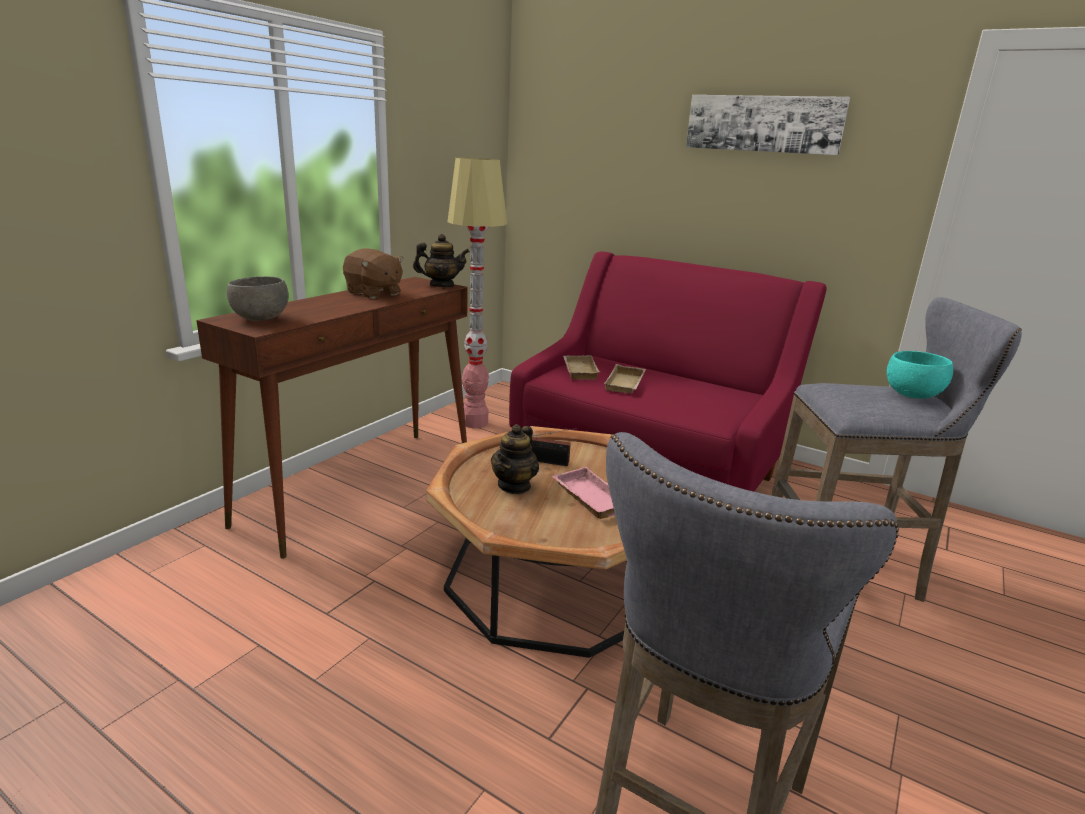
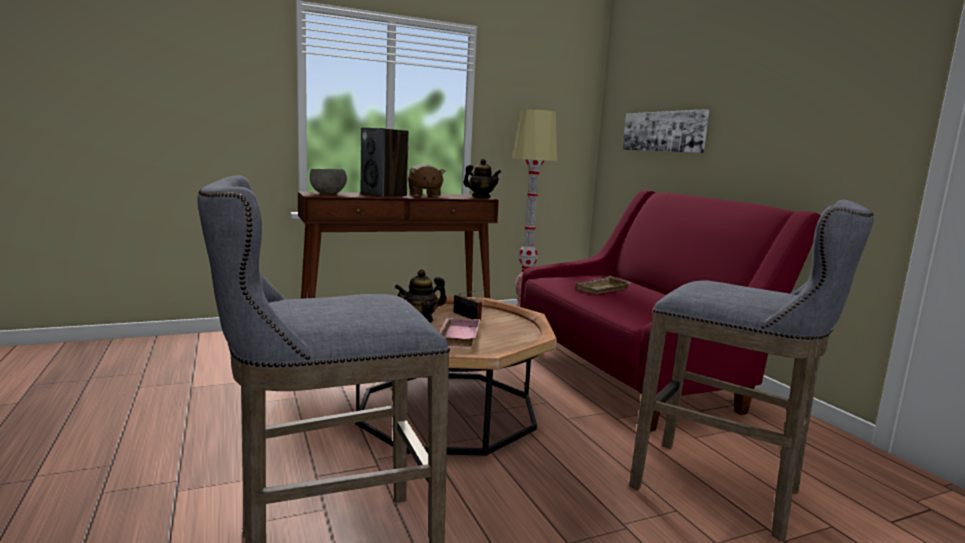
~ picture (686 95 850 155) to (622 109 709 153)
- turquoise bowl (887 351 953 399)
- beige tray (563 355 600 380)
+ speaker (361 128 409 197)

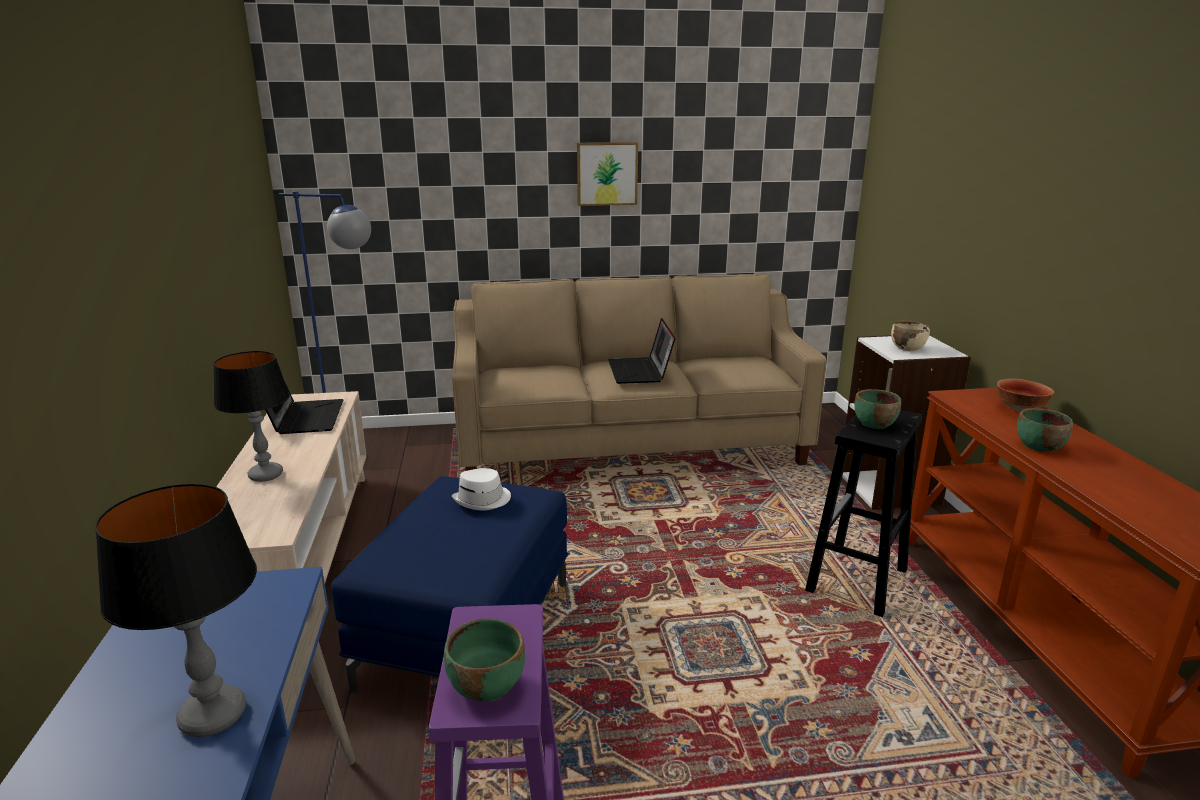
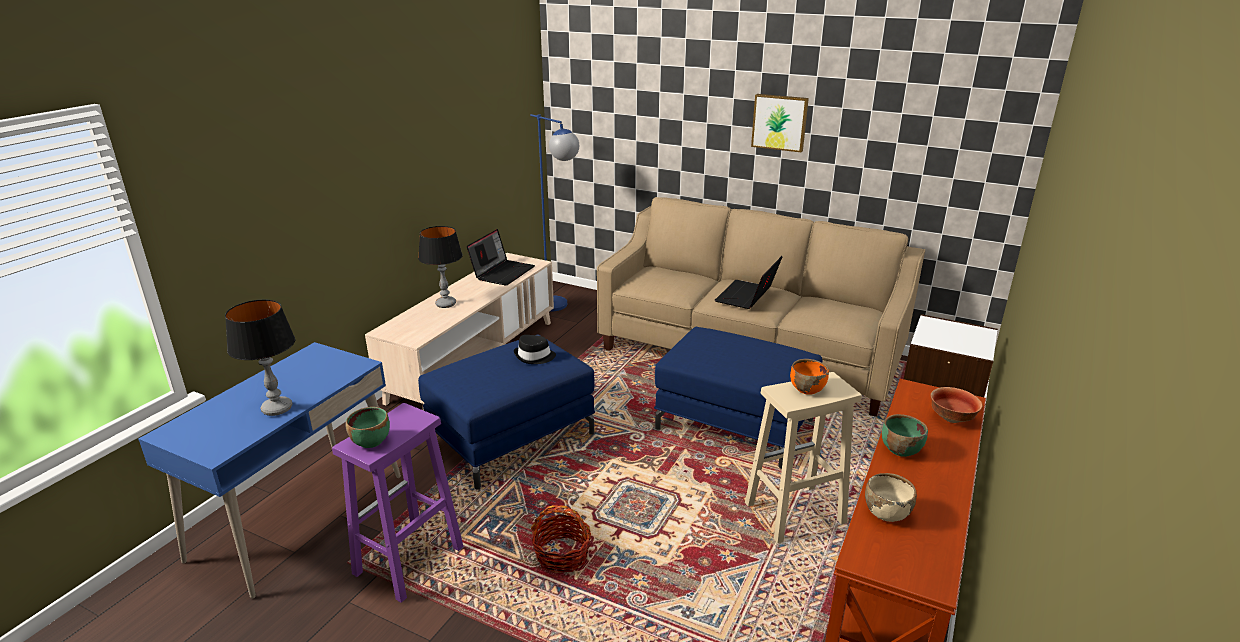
~ beige bowl (891 320 930 351) to (865 473 917 522)
~ green bowl (854 389 901 429) to orange bowl (790 359 829 395)
~ black stool (805 410 922 617) to beige stool (745 372 862 543)
~ white hat (452 468 511 510) to black hat (514 335 556 364)
+ blue ottoman (654 326 822 469)
+ basket (531 505 591 573)

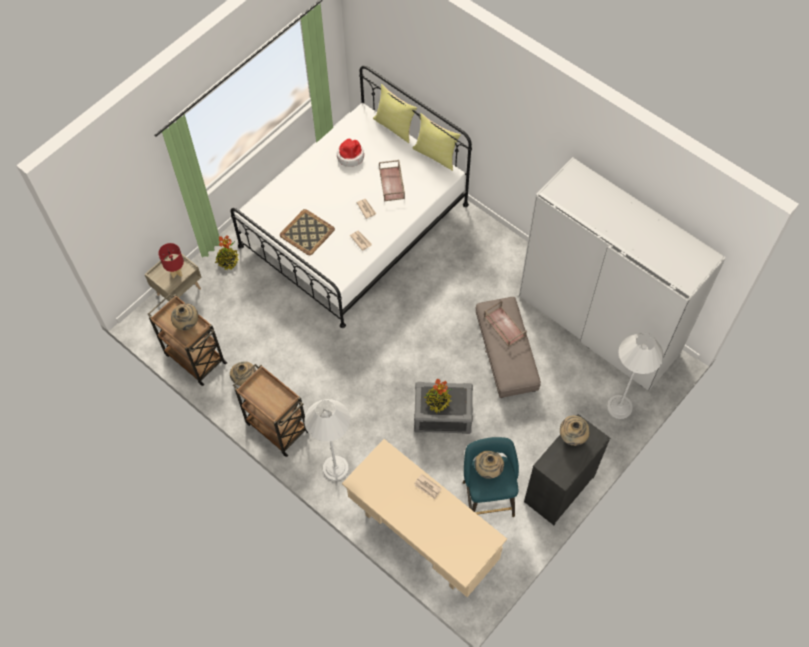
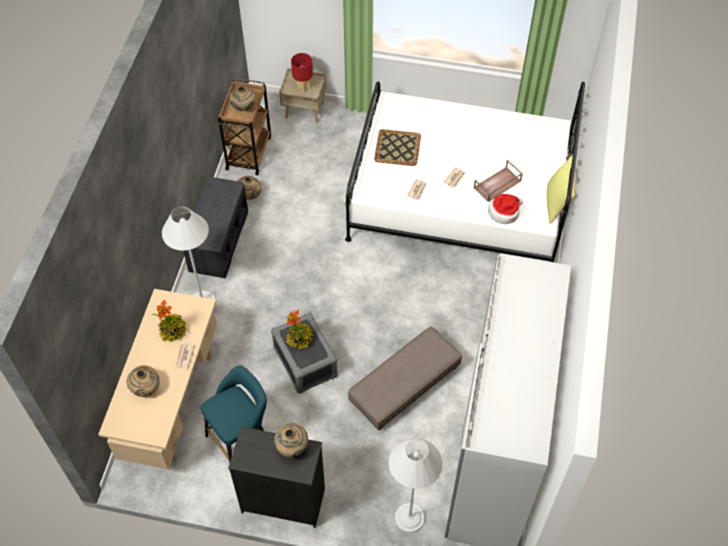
- yellow pillow (373 84 417 143)
~ hat (337 138 364 167) to (488 194 523 224)
~ potted plant (215 236 239 270) to (152 300 186 342)
- brown tray (484 301 527 347)
~ brown cart (233 364 309 457) to grey bench (183 177 248 278)
~ beige vase (475 451 504 479) to (127 365 160 397)

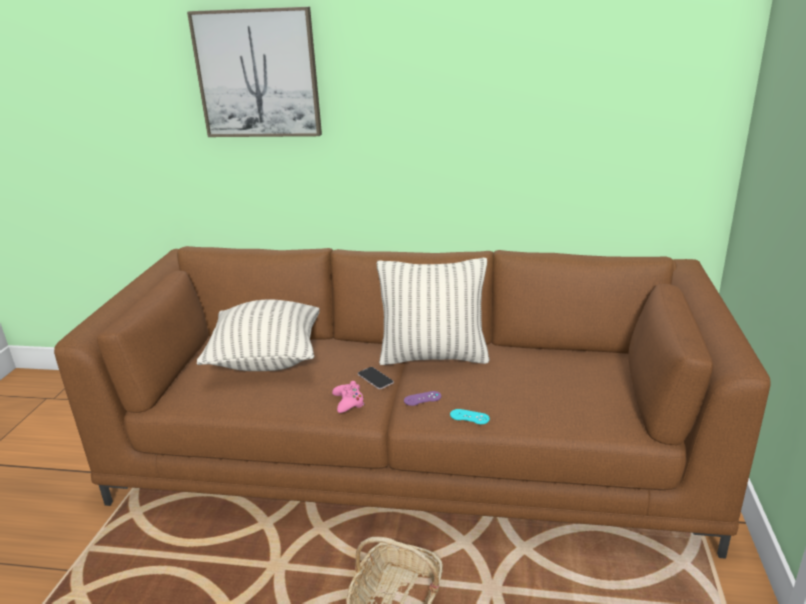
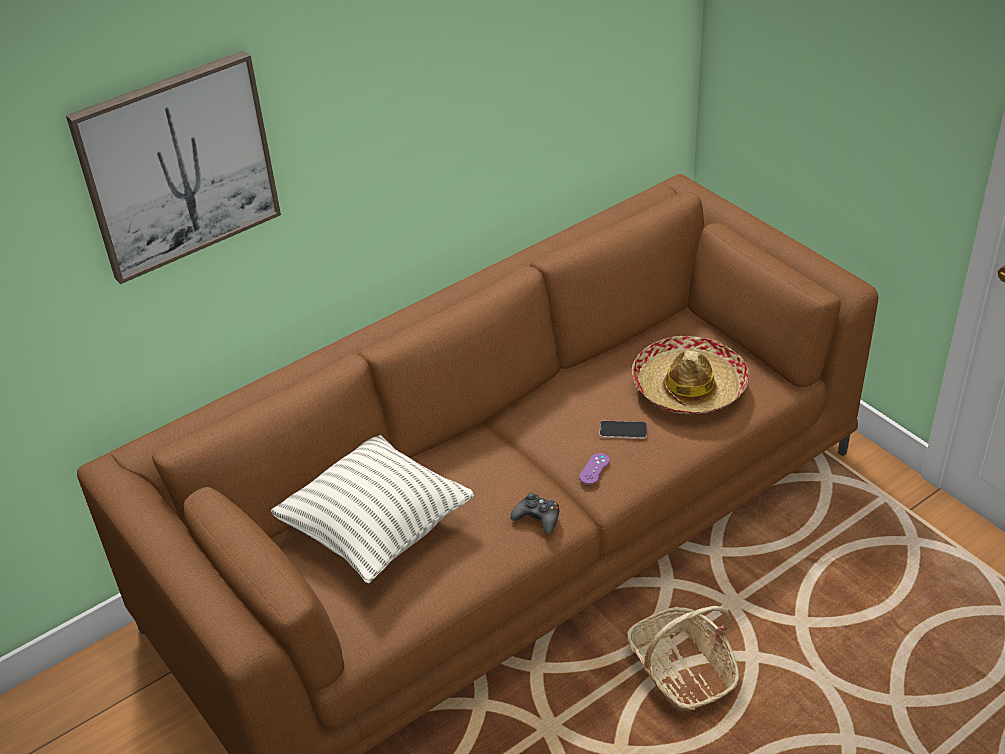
- pillow (377 258 490 365)
~ phone (358 367 394 389) to (600 421 647 439)
~ pink game controller (332 381 365 413) to black game controller (511 493 559 534)
- turquoise game controller (450 409 490 424)
+ hat (632 336 749 415)

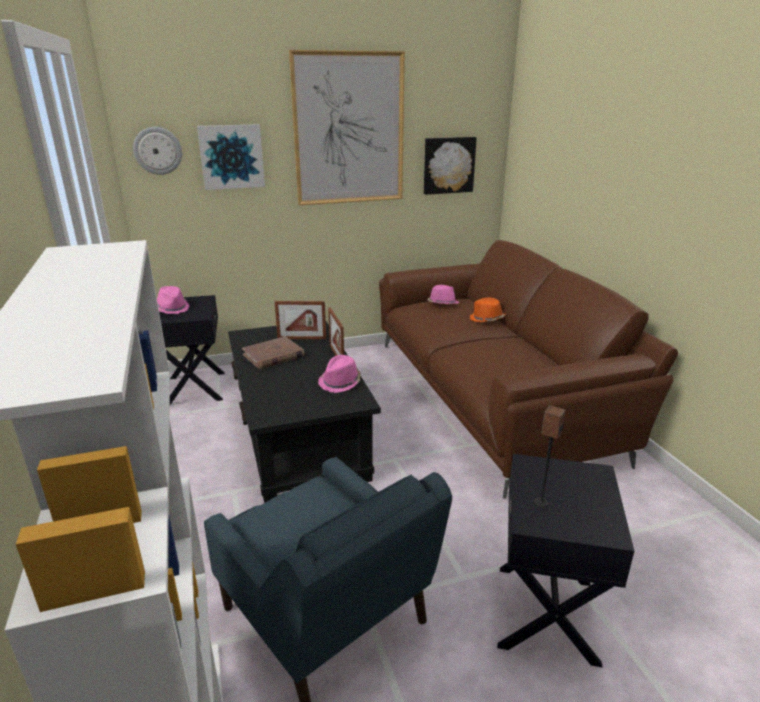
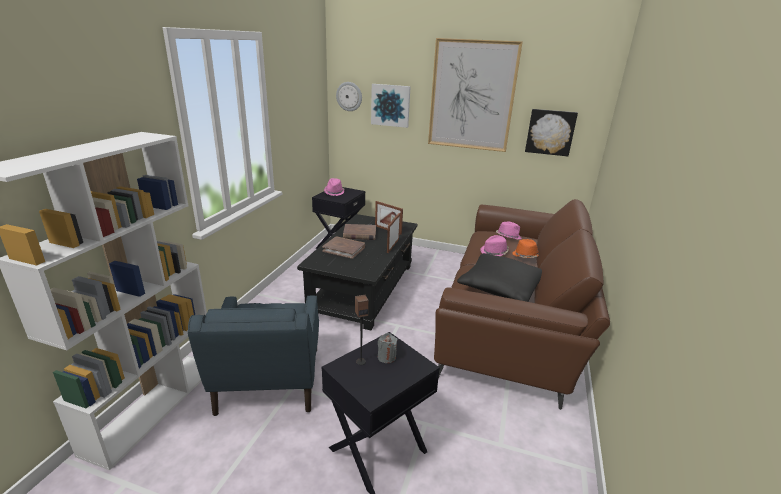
~ pink hat (318 355 361 393) to (480 235 509 256)
+ brown book (322 236 365 259)
+ black pillow (457 253 542 302)
+ grey candle (378 333 398 363)

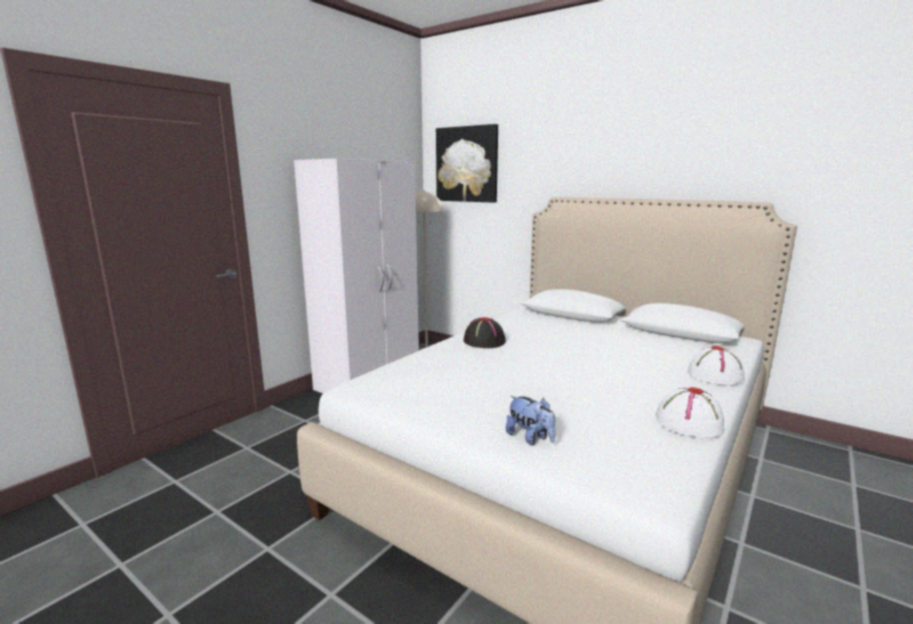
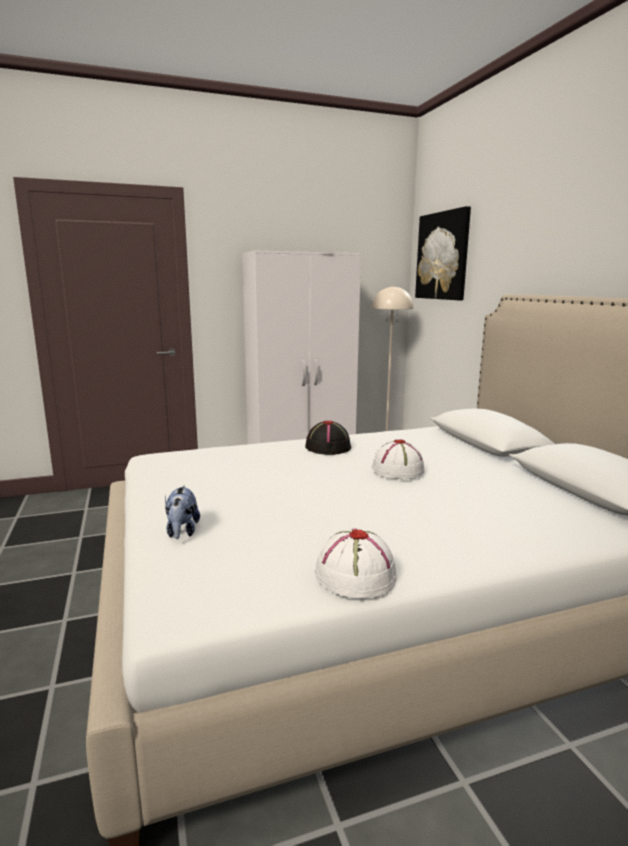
~ white hat (688 346 745 385) to (372 439 425 479)

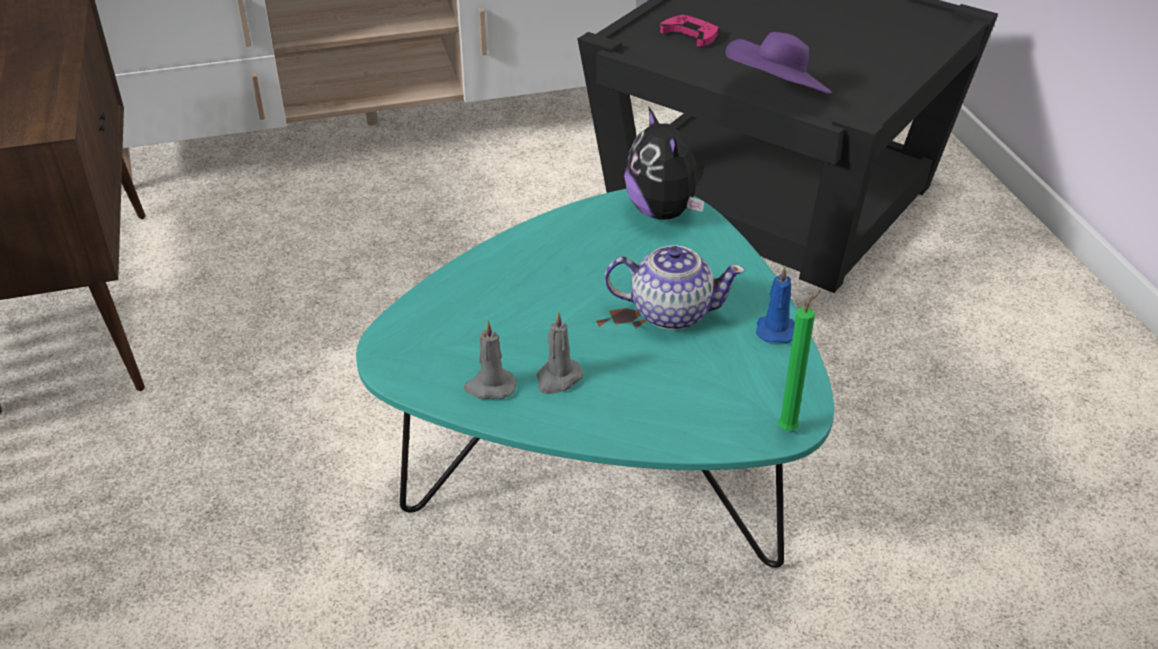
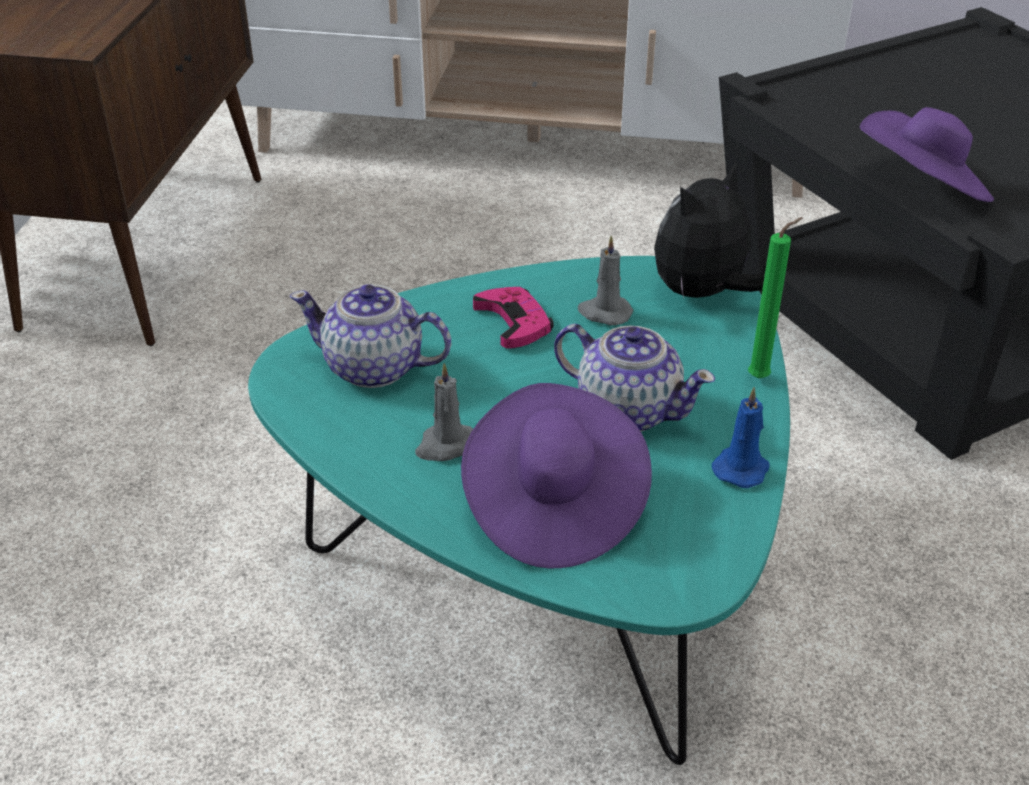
~ pink game controller (660 15 719 47) to (473 287 554 349)
~ plush toy (624 106 704 220) = (654 161 765 299) 45 degrees clockwise
~ green candle (778 290 820 431) to (748 217 803 378)
~ grey candle (463 321 516 399) to (578 236 633 326)
+ teapot (290 284 451 388)
+ purple hat (461 383 652 568)

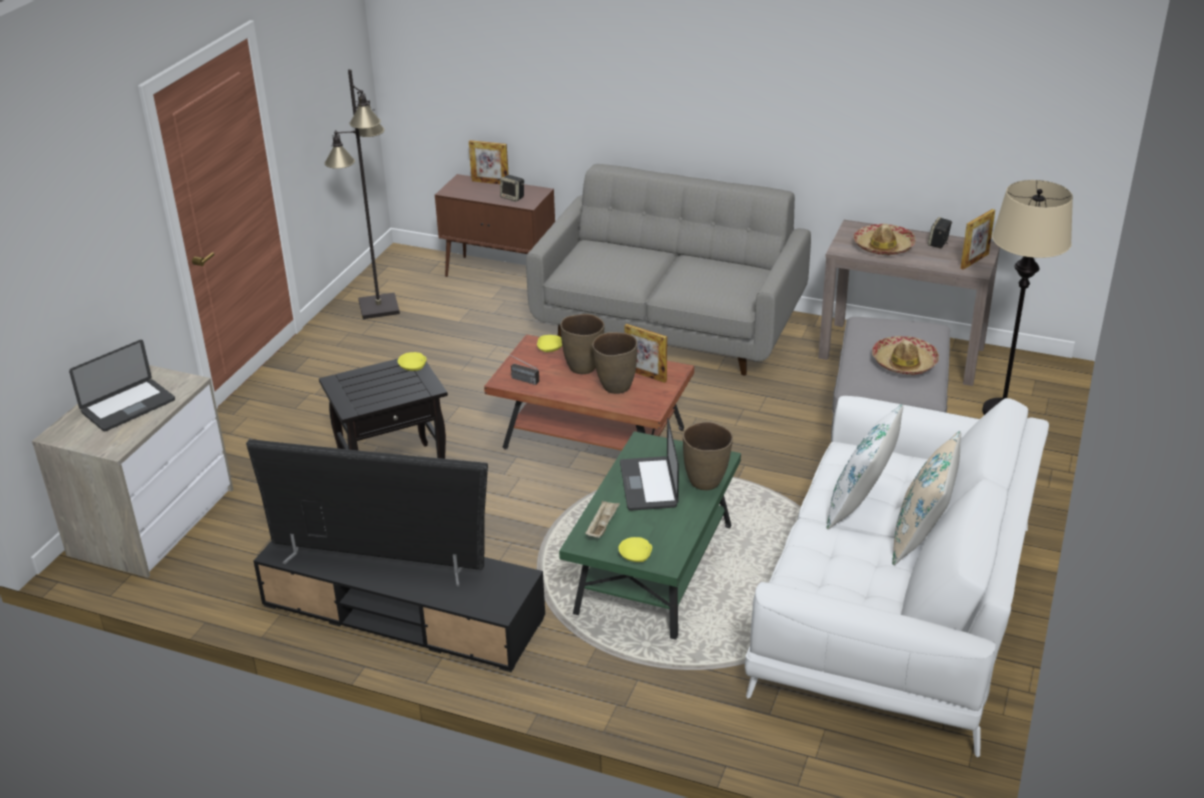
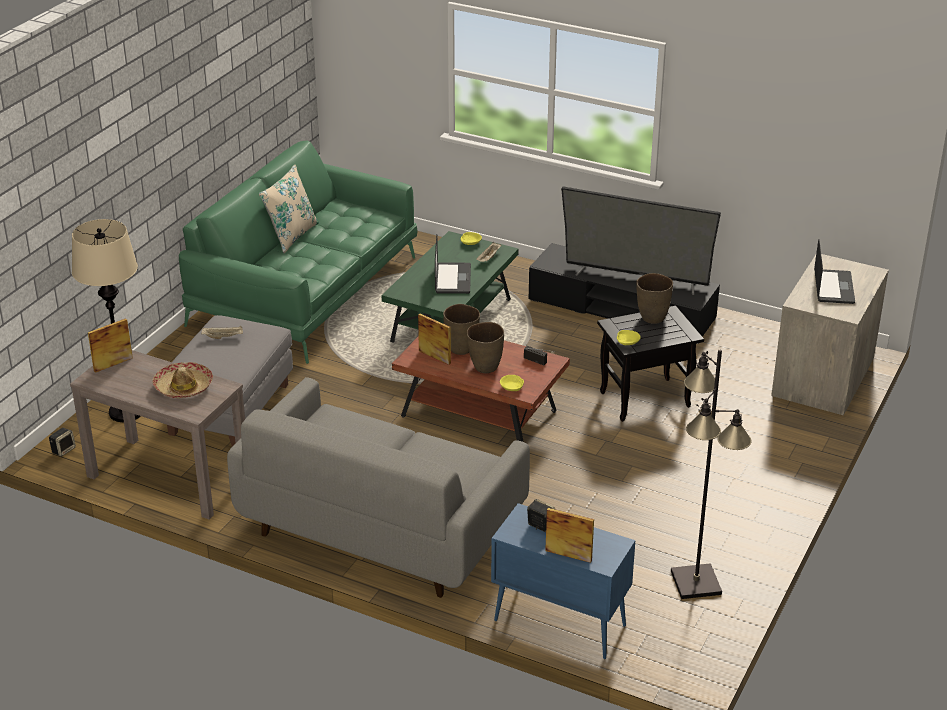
~ brown cabinet (435 174 555 277) to blue cabinet (491 503 635 659)
~ speaker (928 217 952 248) to (49 428 76 457)
~ hat (872 336 939 375) to beige tray (201 326 243 339)
~ laptop (69 340 175 431) = (814 239 855 304) 135 degrees clockwise
~ white sofa (745 396 1049 757) to green sofa (179 141 418 364)
- white pillow (827 404 903 529)
~ brown vase (683 422 733 490) to (636 273 673 324)

